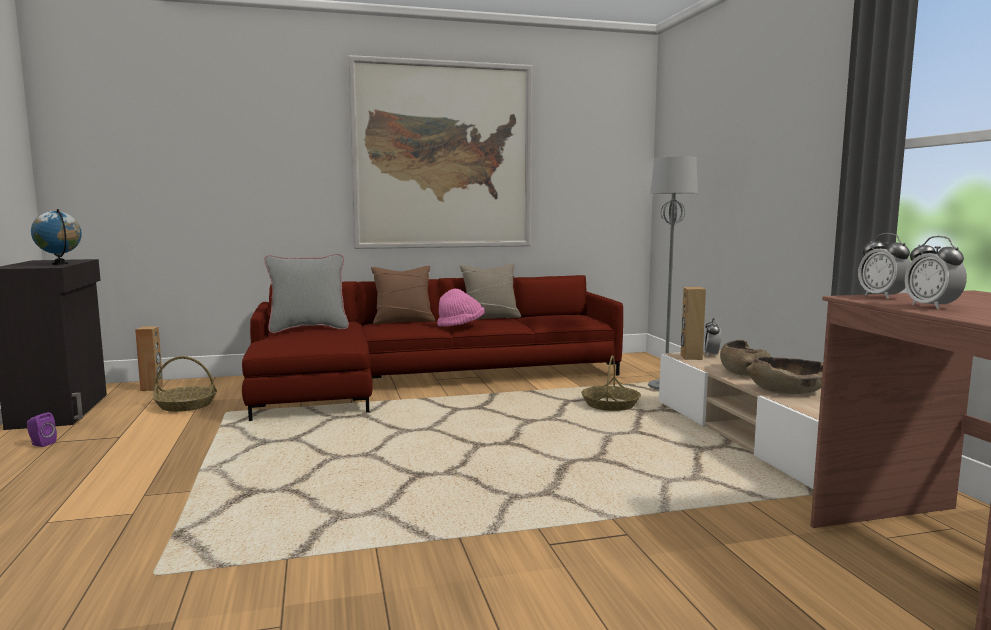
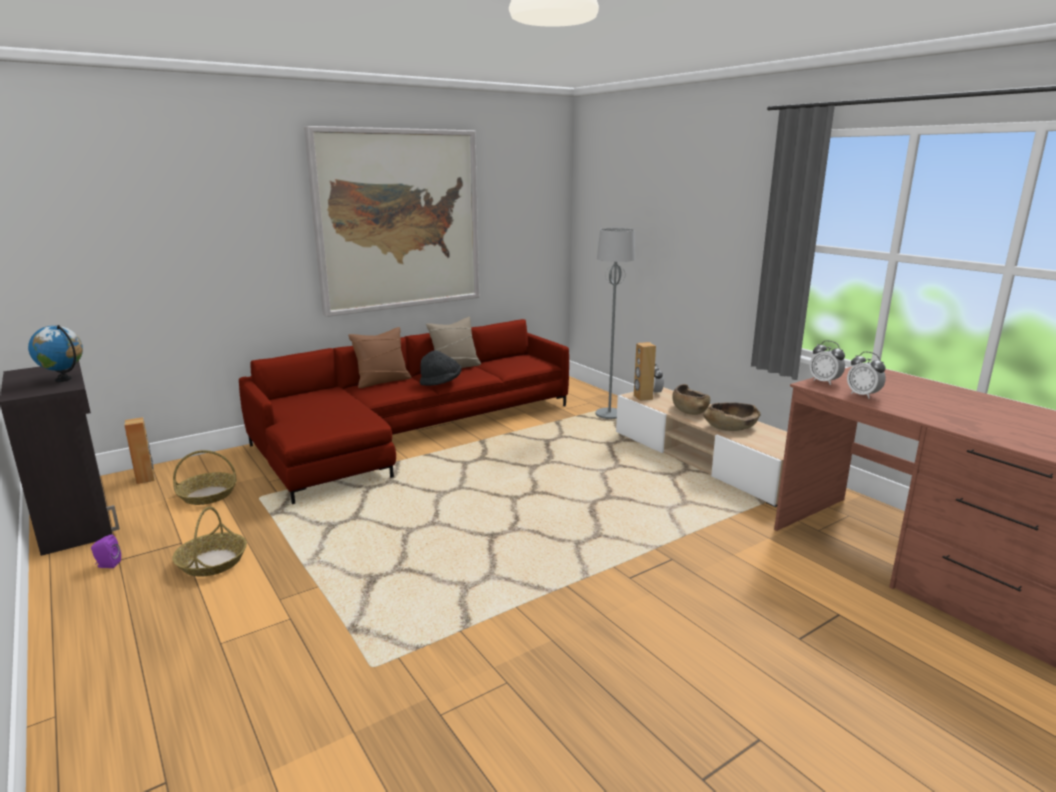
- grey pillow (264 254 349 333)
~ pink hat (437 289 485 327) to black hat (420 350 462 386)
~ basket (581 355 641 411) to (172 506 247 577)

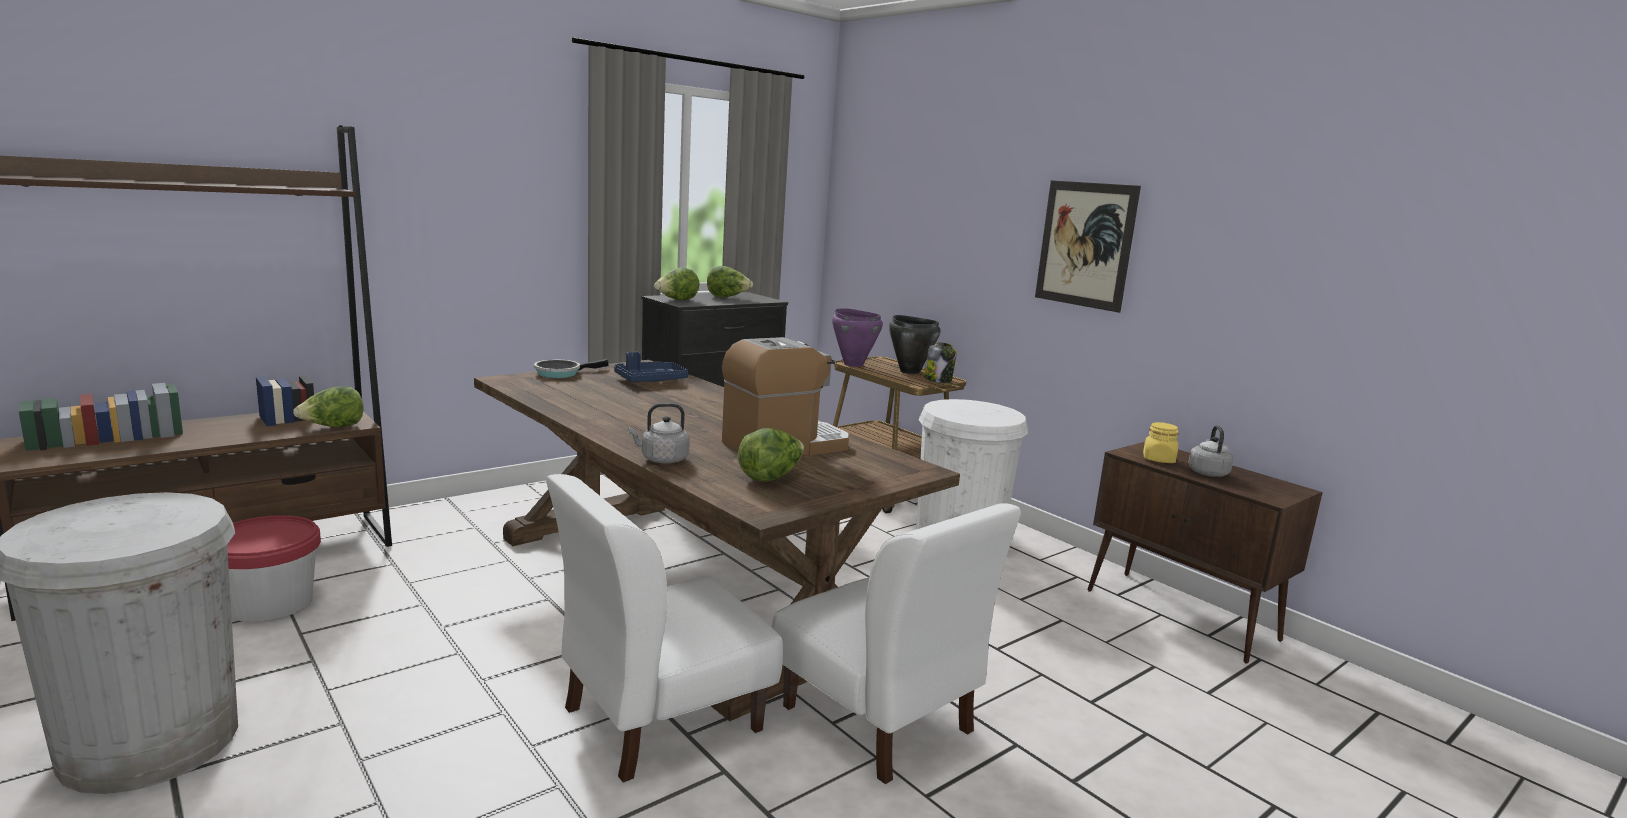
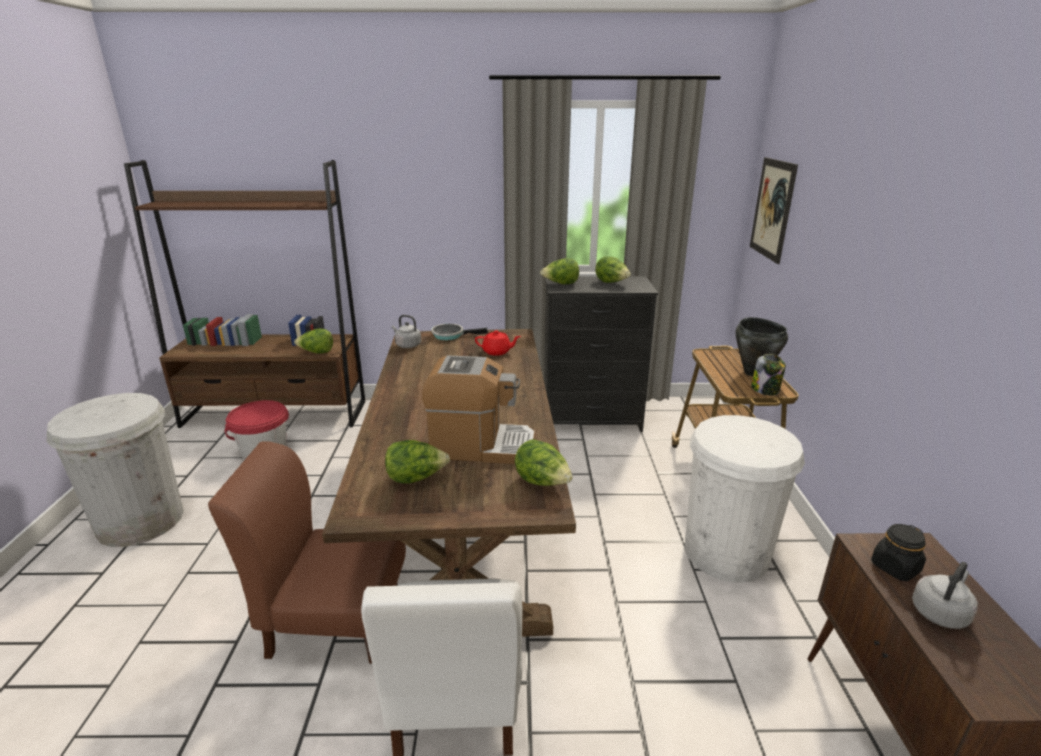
~ picture (1035 180 1141 313) to (750 157 798 264)
- purple cooking pot (832 308 883 367)
~ blue tray (614 352 688 382) to red teapot (475 330 521 356)
~ grey kettle (628 403 690 463) to (392 315 421 348)
~ yellow jar (1143 422 1179 463) to black jar (871 524 926 581)
~ white chair (546 474 783 783) to brown chair (208 441 406 663)
+ lettuce (515 439 573 486)

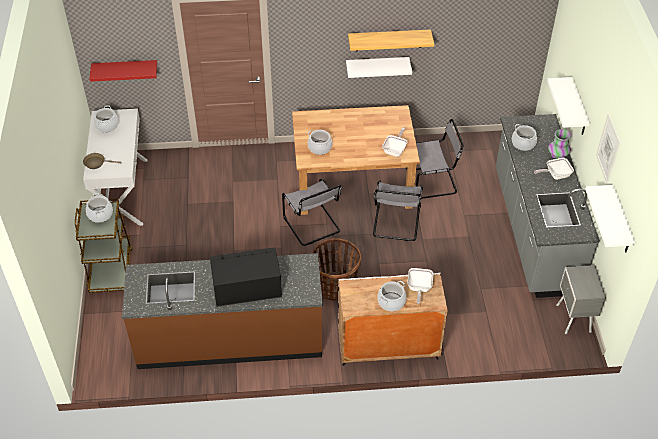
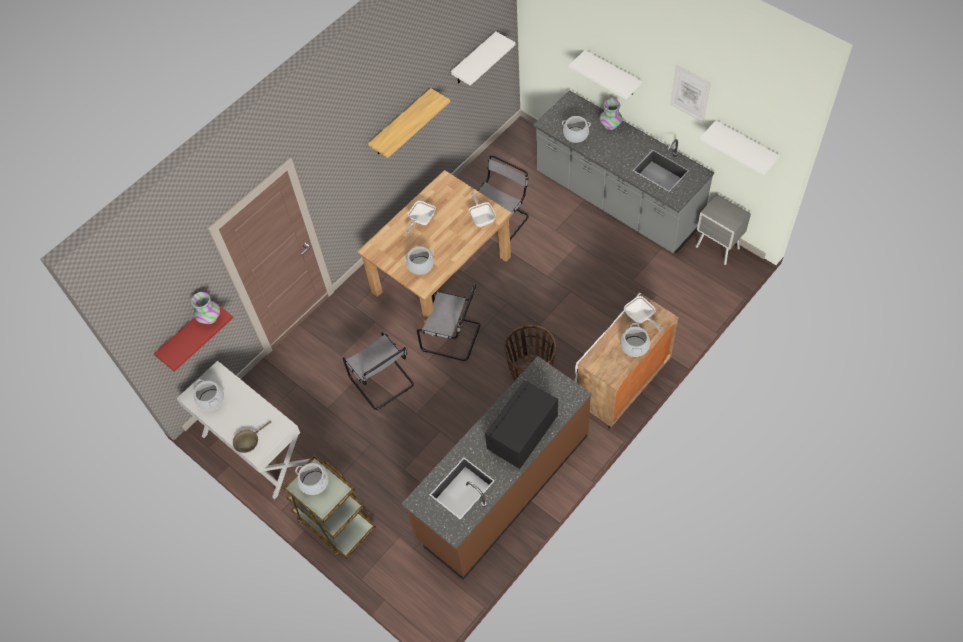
~ white shelf (346 57 412 78) to (451 32 515 86)
~ frying pan (534 158 574 180) to (406 201 436 234)
~ grey chair (373 180 423 241) to (343 332 414 410)
+ vase (191 292 220 324)

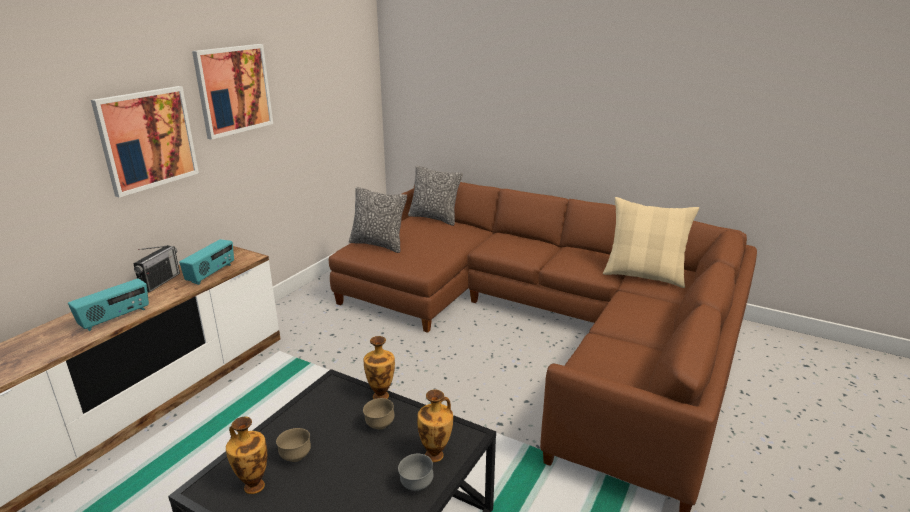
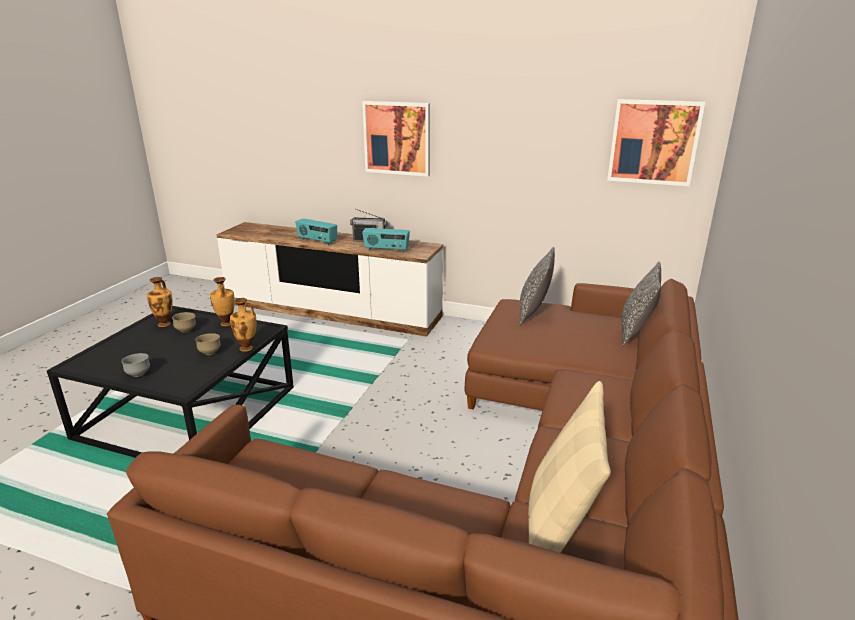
~ picture (192 44 273 140) to (607 99 705 186)
~ vase (417 390 453 462) to (210 277 235 326)

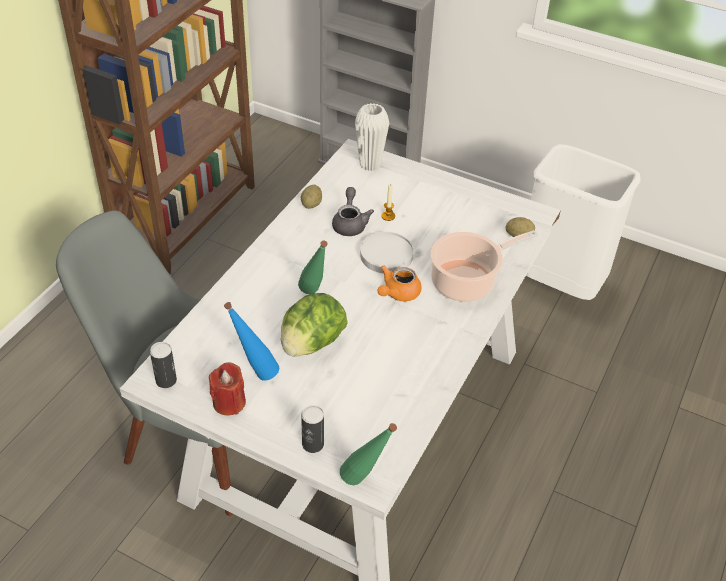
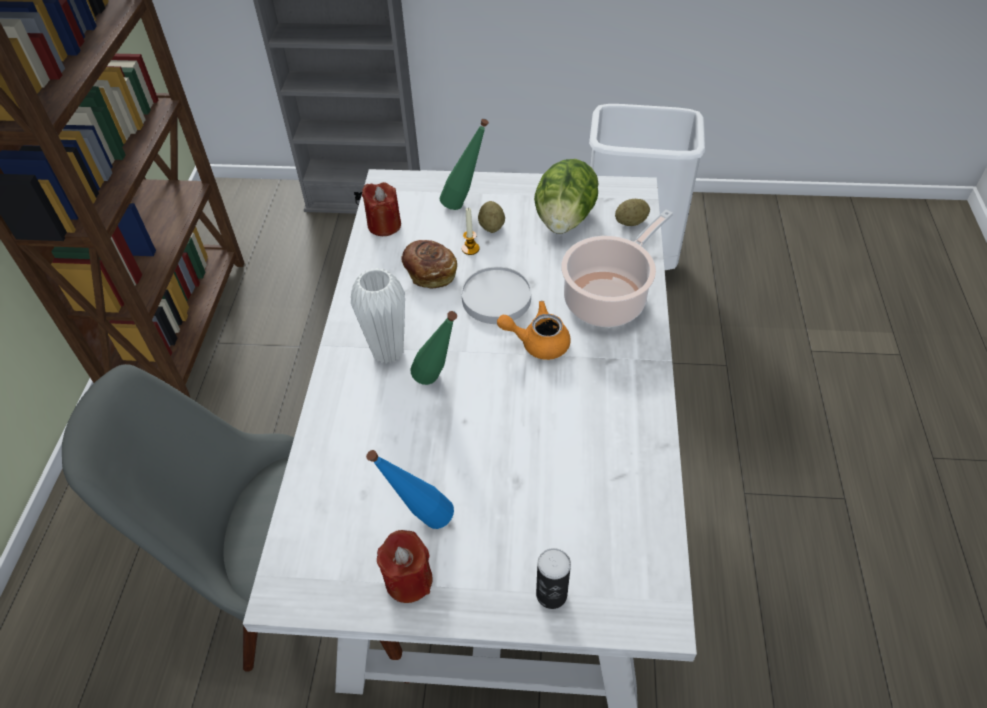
~ white vase (355 103 389 171) to (351 268 405 364)
~ potato (301 185 322 209) to (478 201 505 233)
~ grey teapot (332 187 374 236) to bread (401 240 457 289)
~ orange teapot (377 265 422 301) = (497 301 571 360) 75 degrees clockwise
~ lettuce (281 293 348 356) to (534 159 599 234)
- can (150 342 177 388)
~ green bottle (340 423 397 485) to (440 119 489 210)
+ red candle (362 182 401 236)

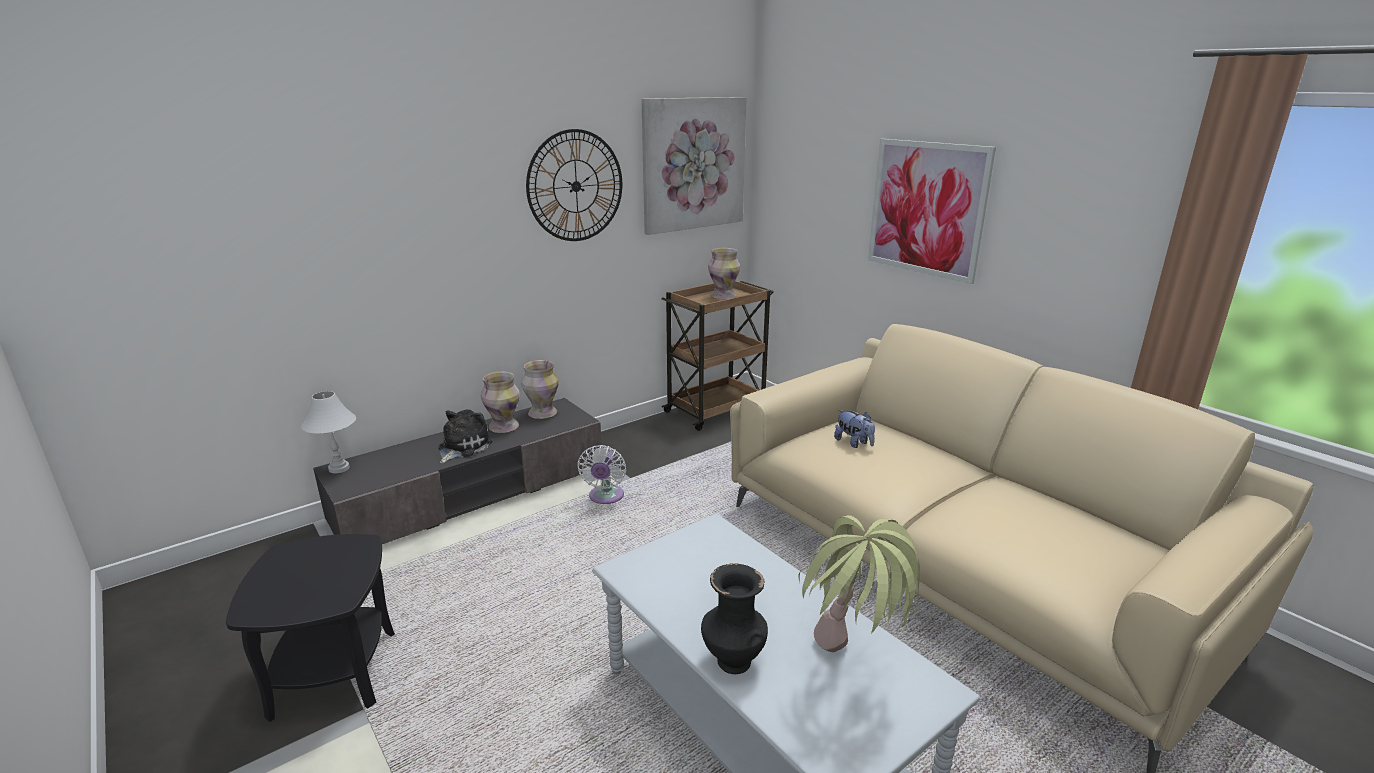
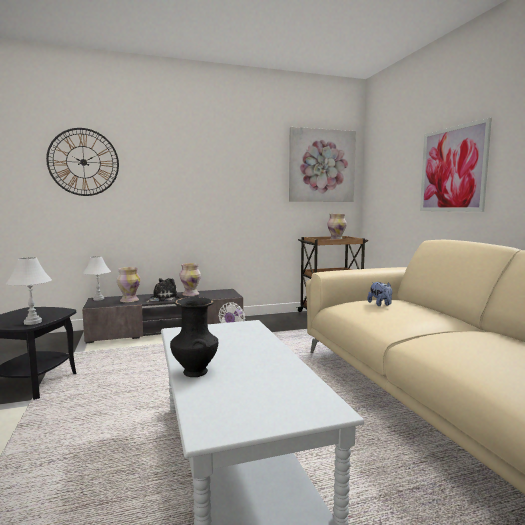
~ wall clock (526 129 622 241) to (46 128 119 196)
~ vase (522 360 559 419) to (117 267 140 302)
- potted plant (798 515 920 652)
+ white table lamp (6 257 52 325)

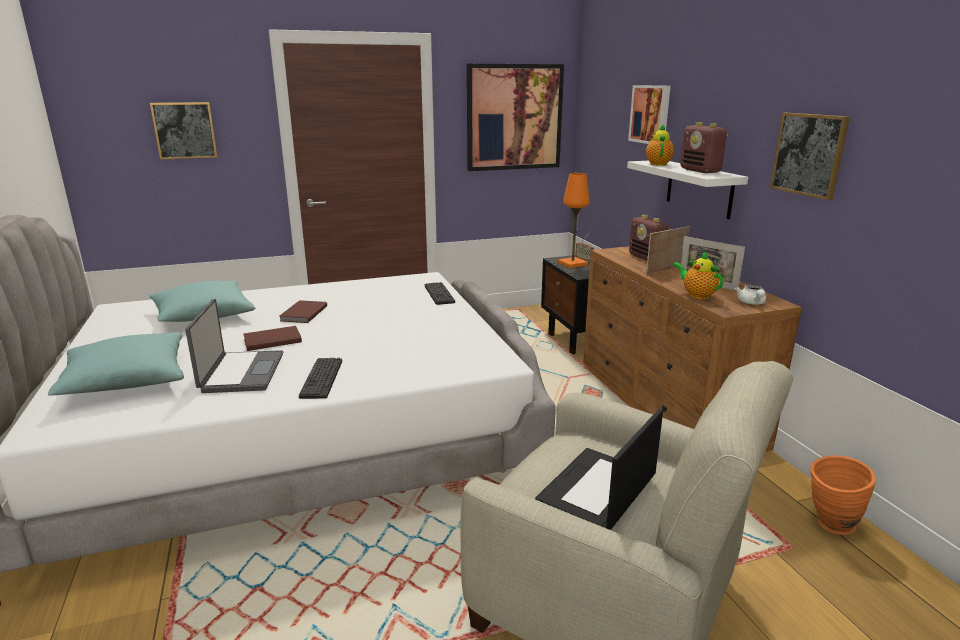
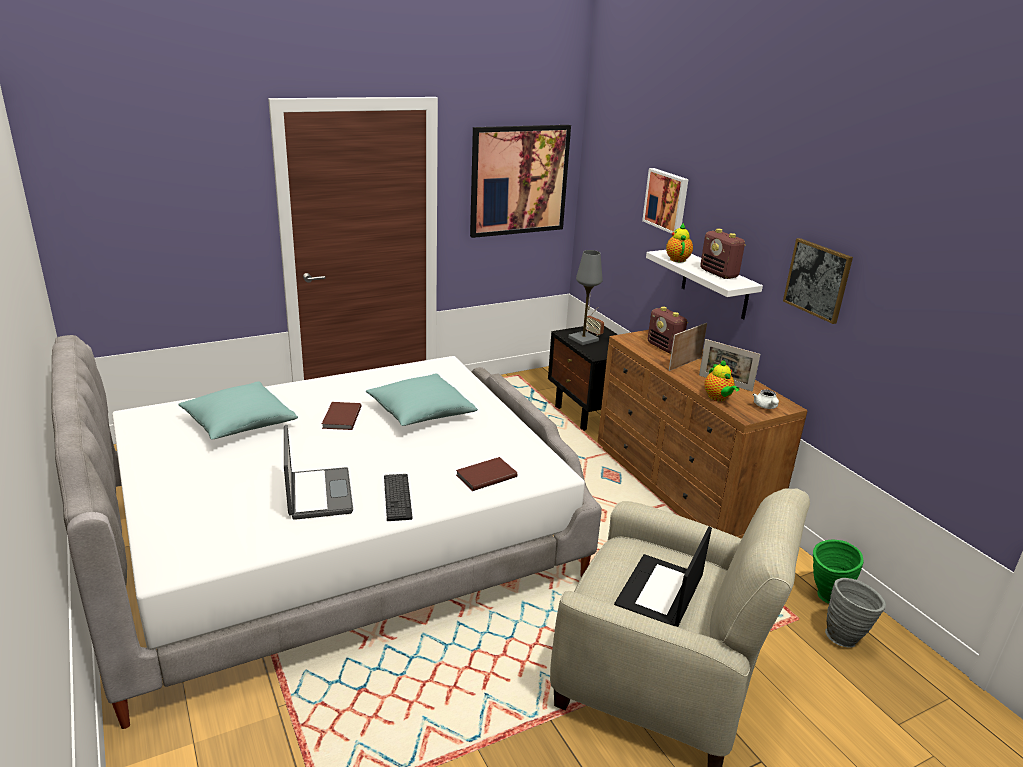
- picture (150 102 218 160)
~ orange table lamp (558 173 590 268) to grey table lamp (568 250 603 345)
~ teapot (673 251 723 299) = (704 360 739 401) 150 degrees counterclockwise
- keyboard (425 282 455 305)
~ brown book (243 326 302 351) to (456 457 518 491)
~ turquoise pillow (48 332 184 395) to (366 373 478 426)
~ orange vase (810 455 876 535) to green vase (813 539 863 604)
+ grey vase (825 578 886 648)

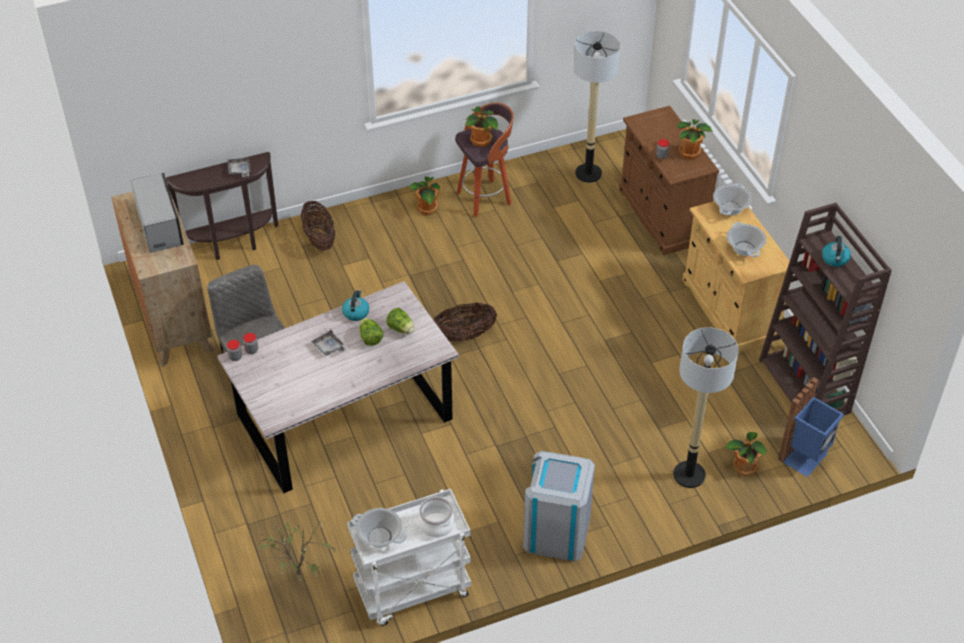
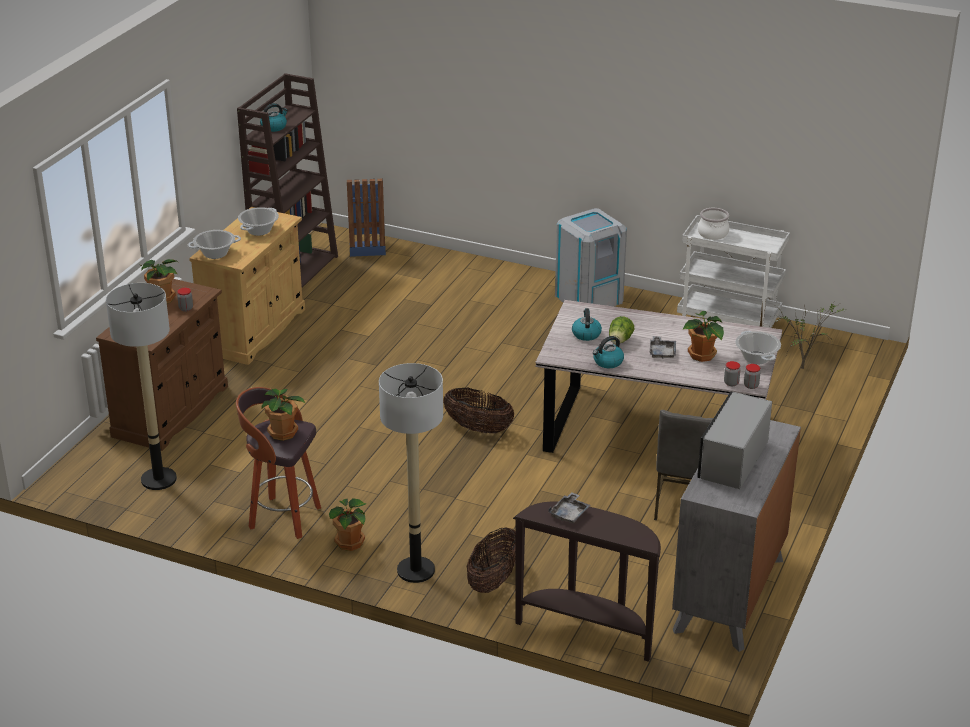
~ brown dresser (111 184 214 367) to grey dresser (672 420 801 652)
~ lettuce (386 308 414 334) to kettle (572 308 602 341)
~ floor lamp (673 327 739 488) to (379 363 443 583)
~ potted plant (725 432 767 477) to (683 311 724 362)
~ cooking pot (352 508 406 548) to (735 331 781 364)

